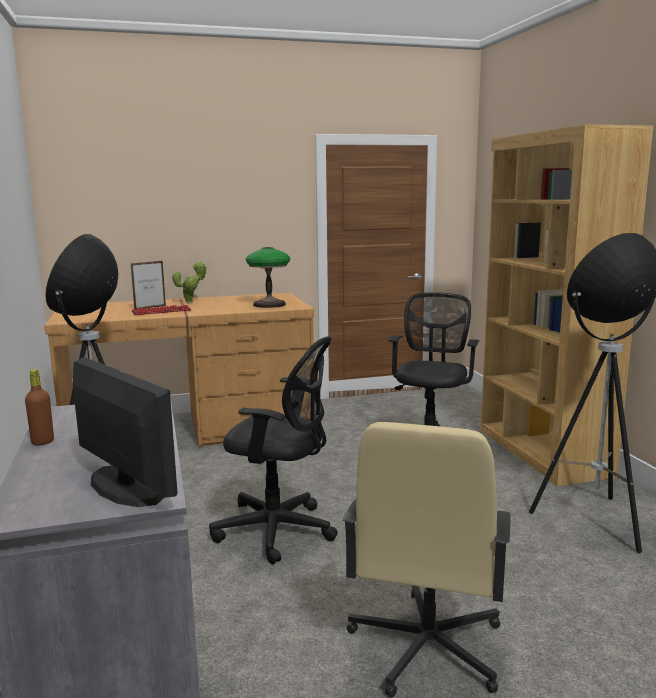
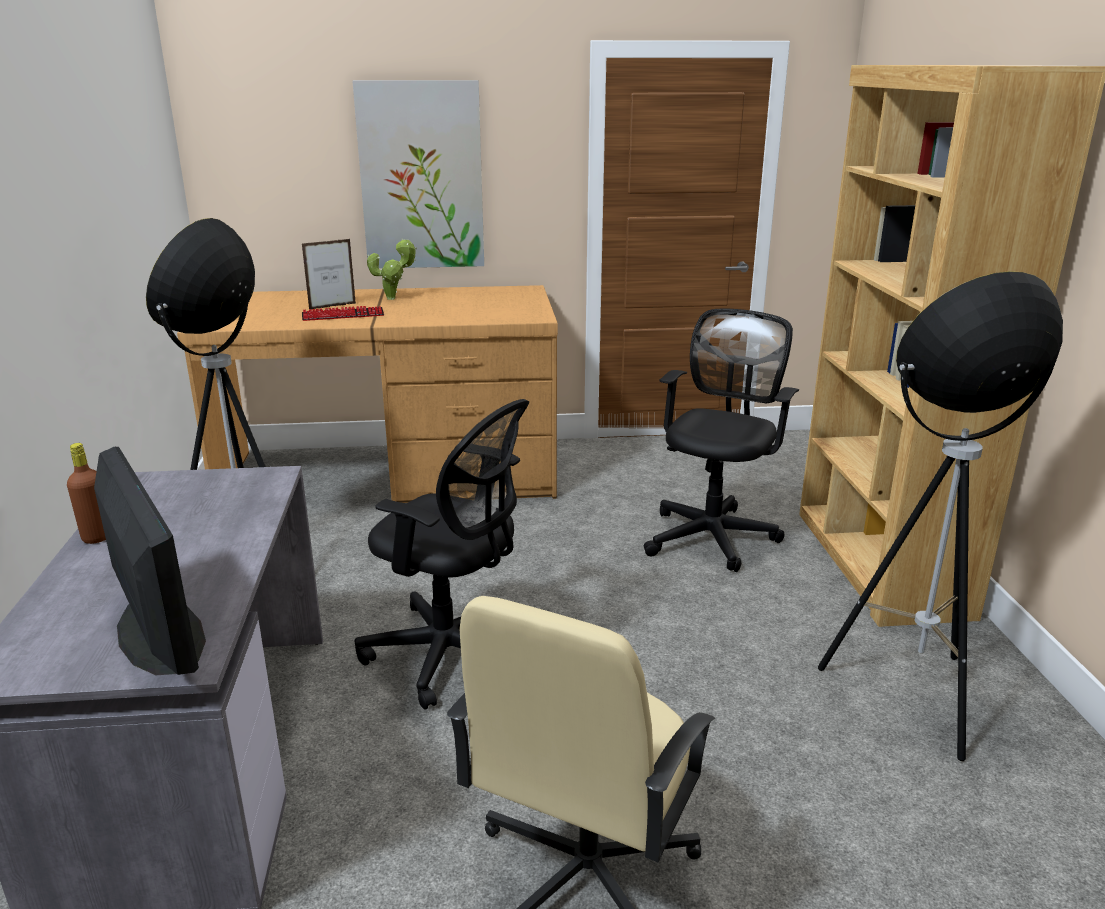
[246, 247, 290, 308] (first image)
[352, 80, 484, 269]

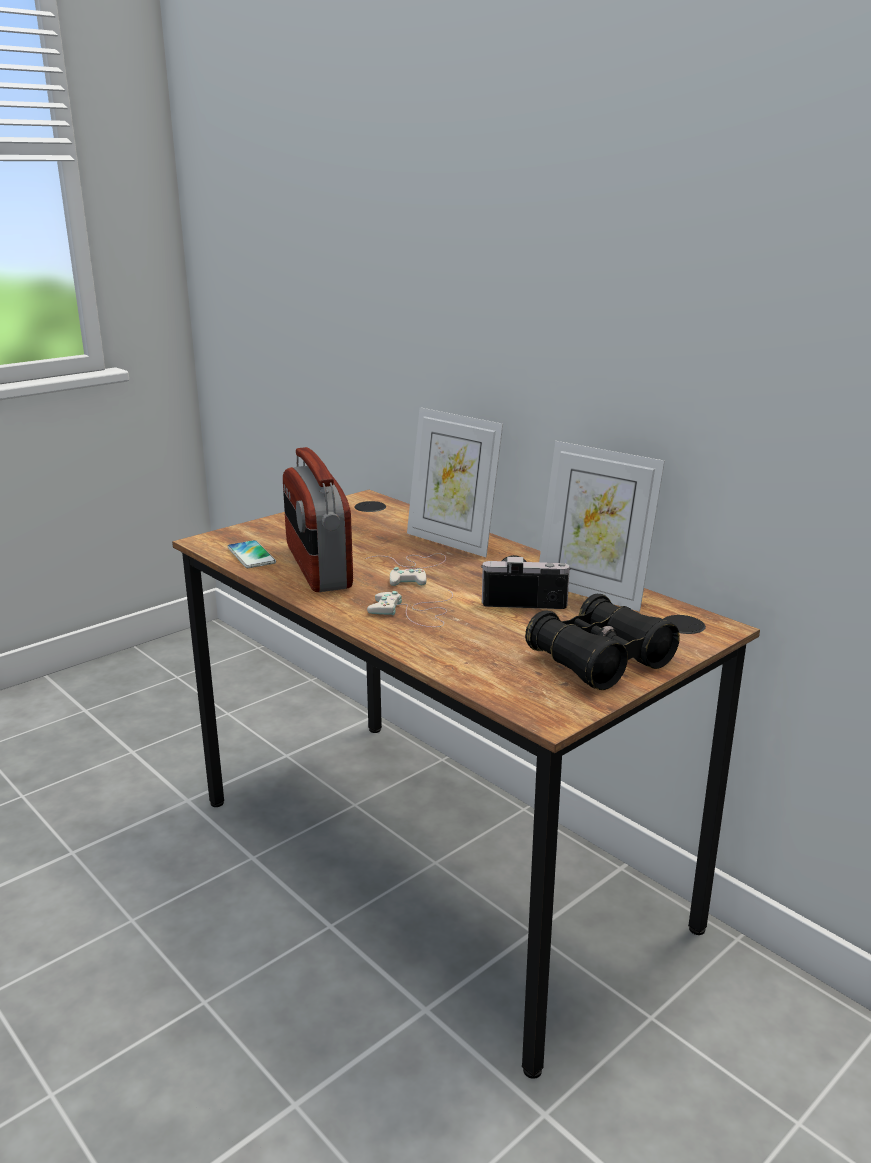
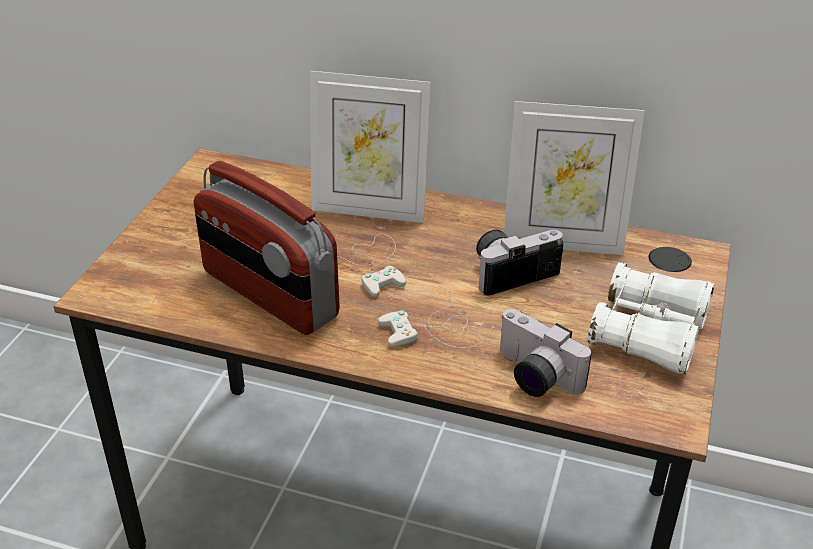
[227, 540, 276, 568] (first image)
[588, 262, 714, 374]
[500, 309, 592, 397]

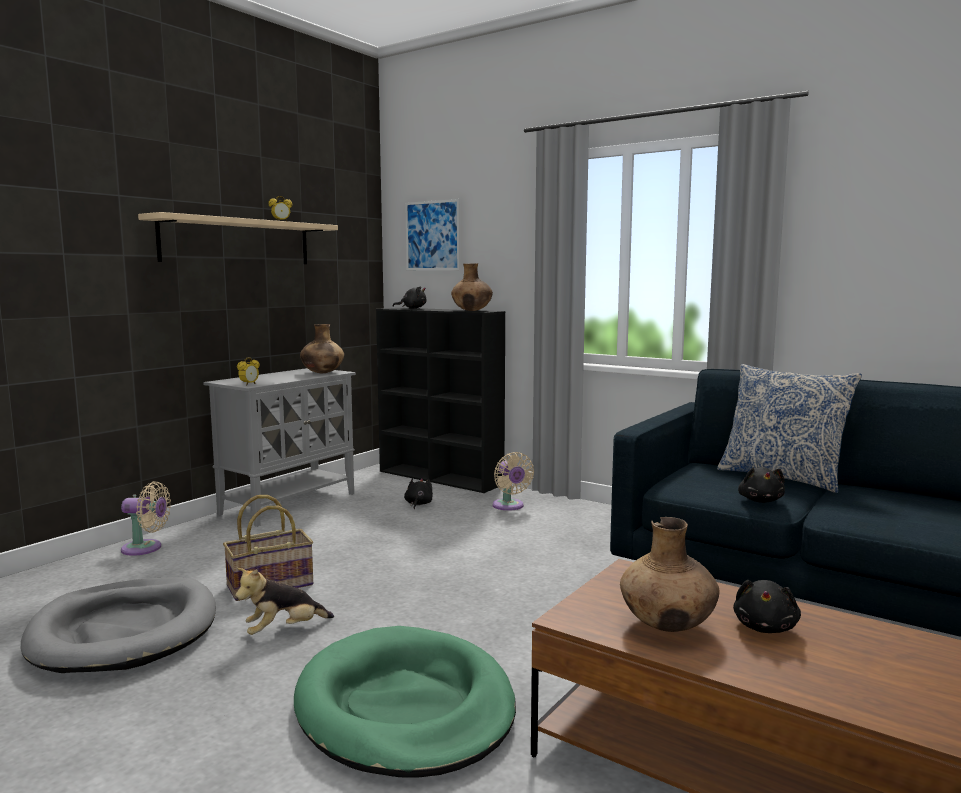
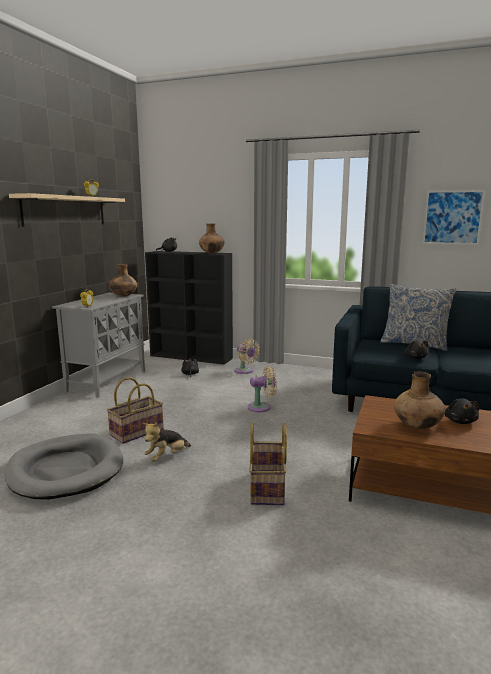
[423, 190, 485, 245]
[248, 366, 277, 412]
[249, 422, 287, 505]

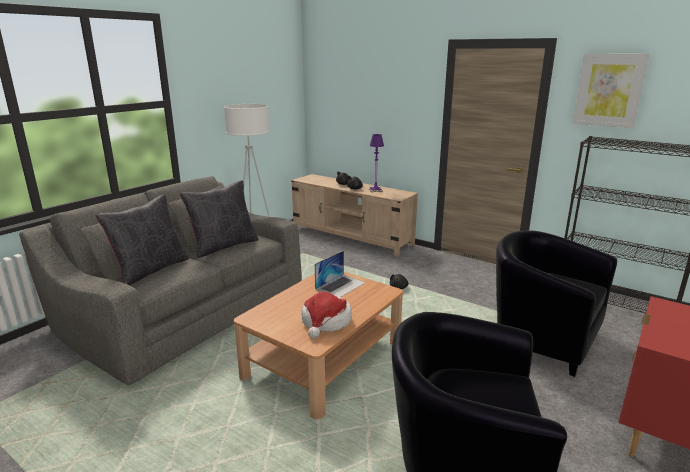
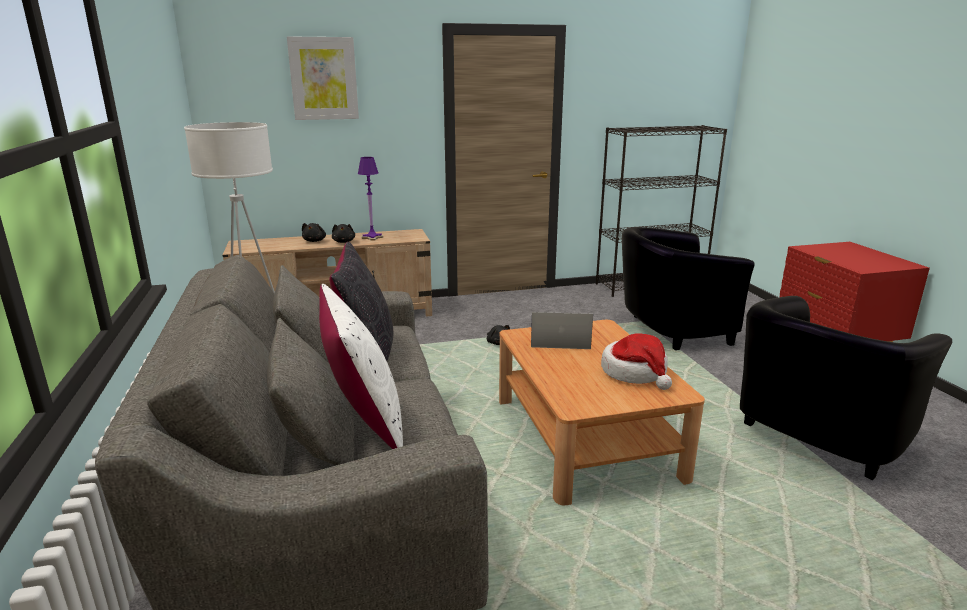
[287, 36, 359, 120]
[319, 284, 403, 449]
[531, 312, 593, 349]

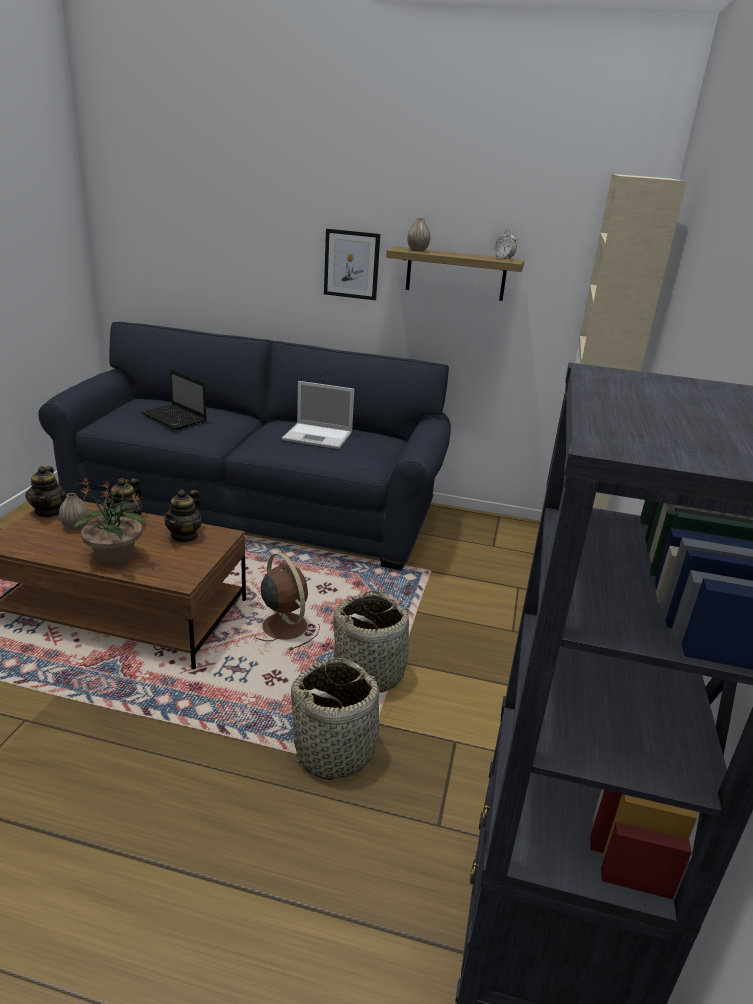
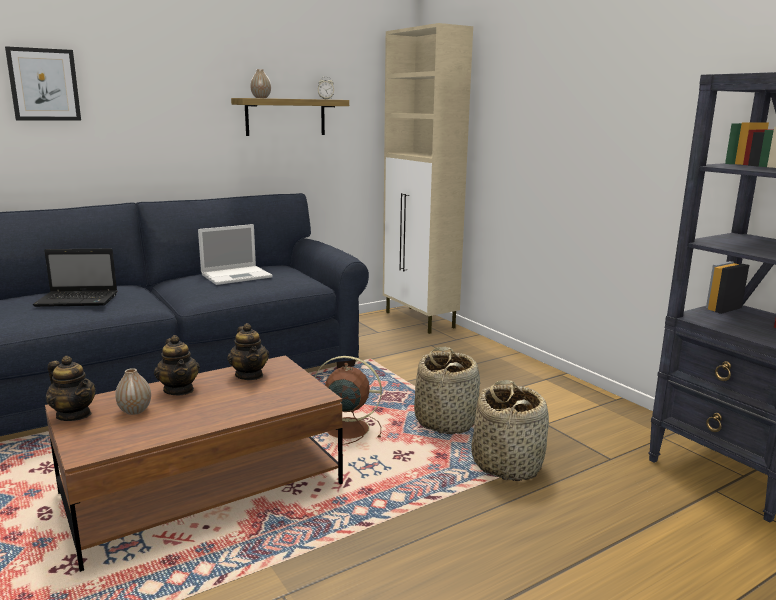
[5, 46, 81, 120]
[74, 477, 149, 567] (first image)

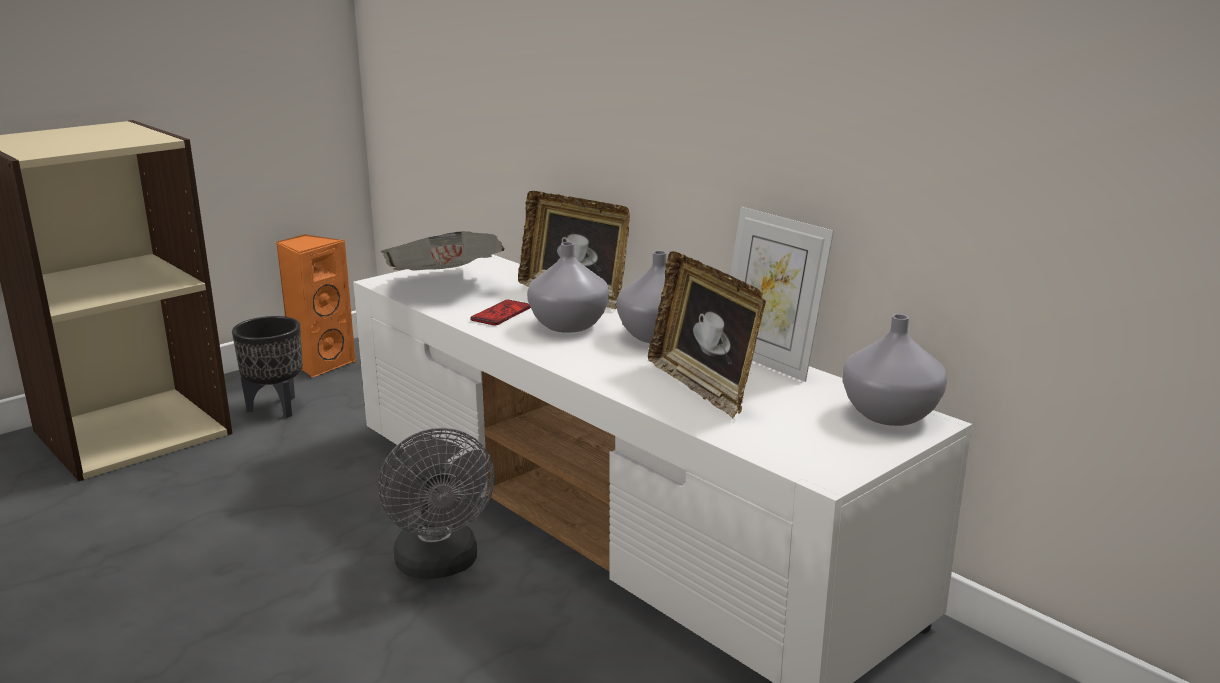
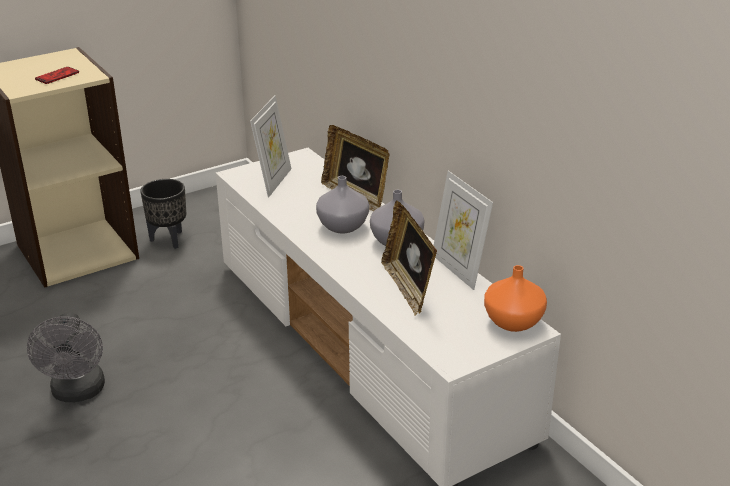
[250, 95, 291, 198]
[276, 234, 356, 378] (first image)
[35, 67, 79, 84]
[484, 265, 547, 332]
[27, 312, 105, 402]

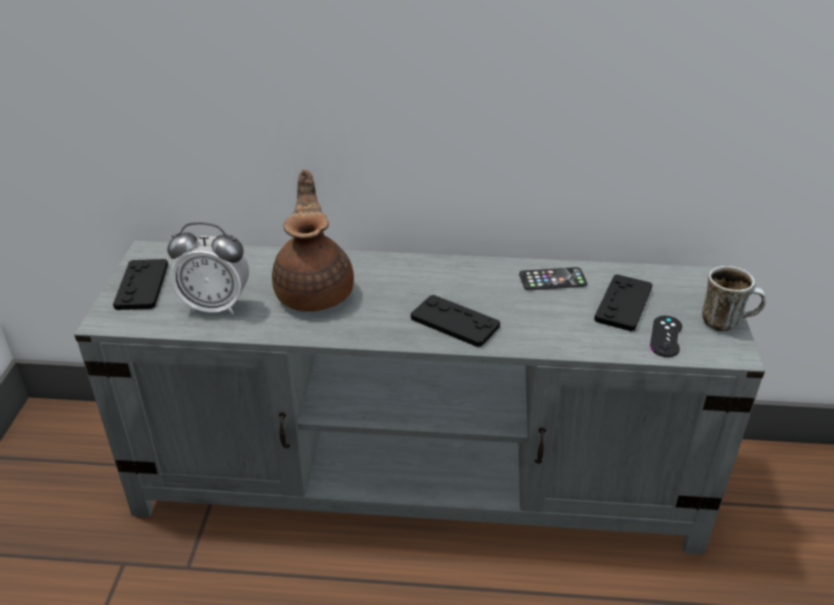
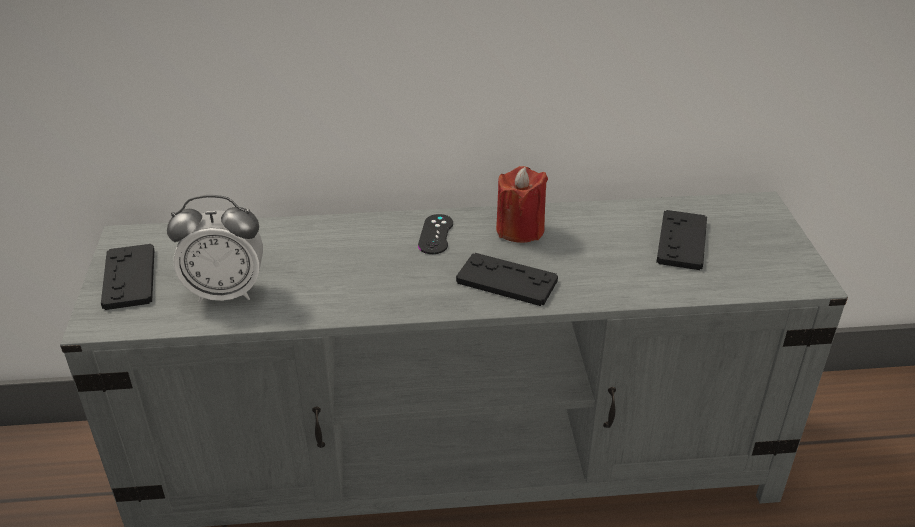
[272, 170, 354, 312] (first image)
[702, 266, 766, 331] (first image)
[519, 267, 587, 290] (first image)
[418, 214, 453, 254]
[496, 166, 548, 243]

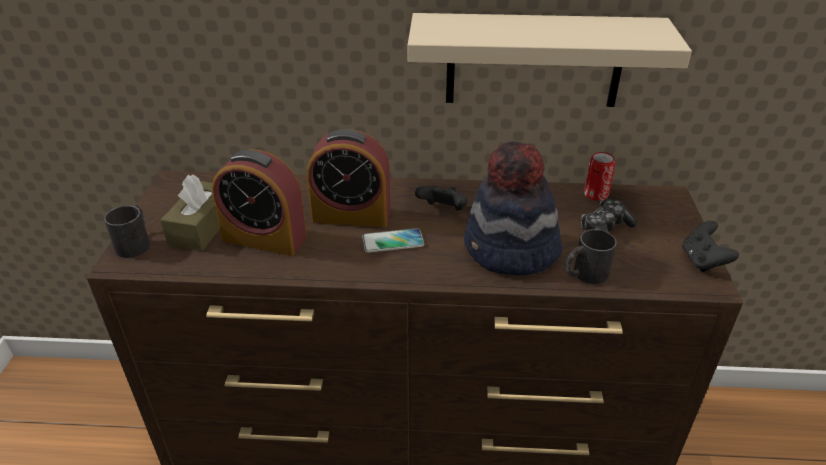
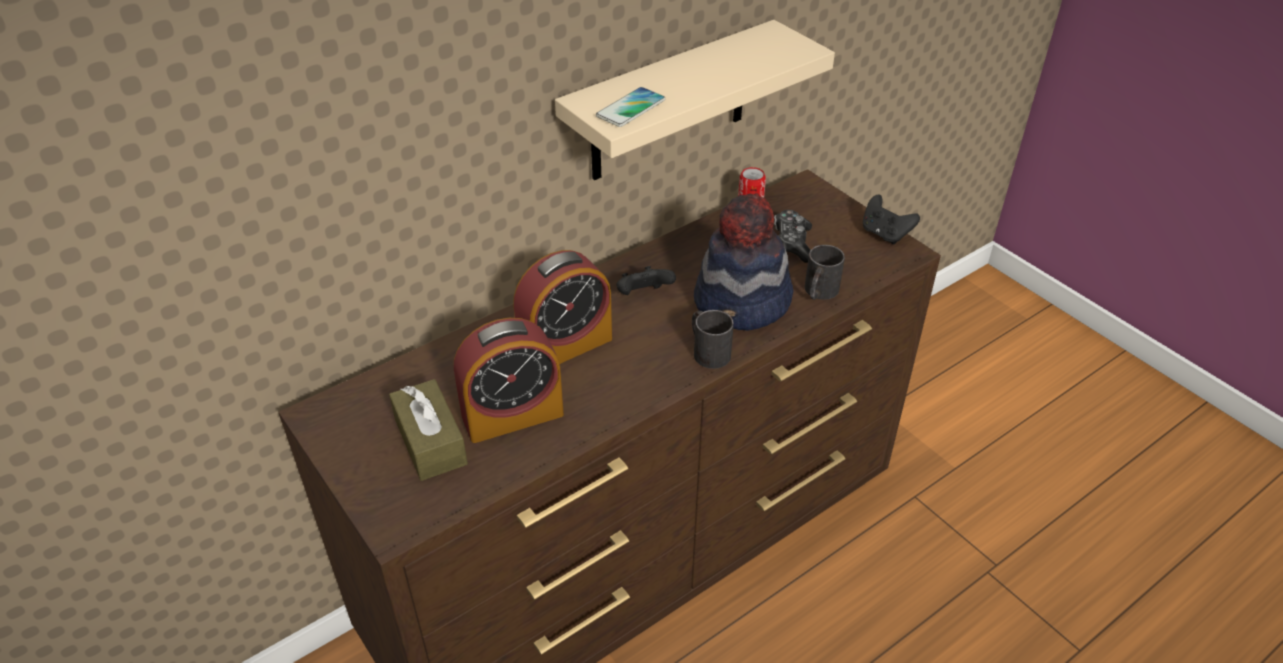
[692, 310, 734, 369]
[596, 87, 665, 127]

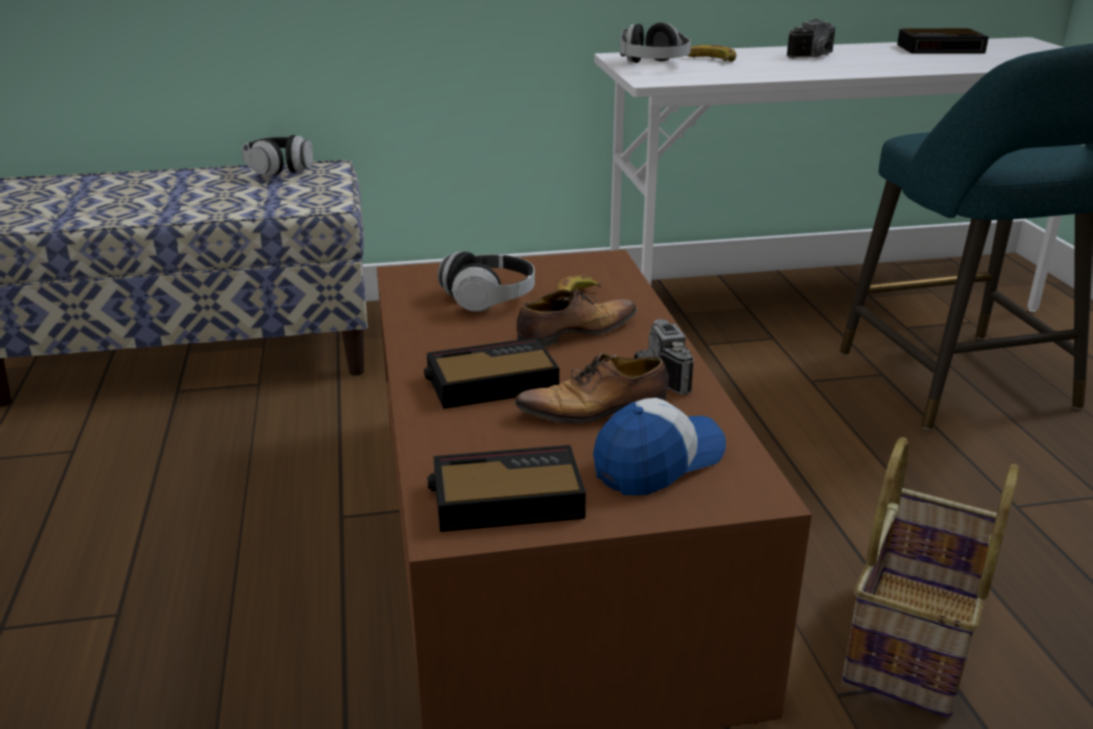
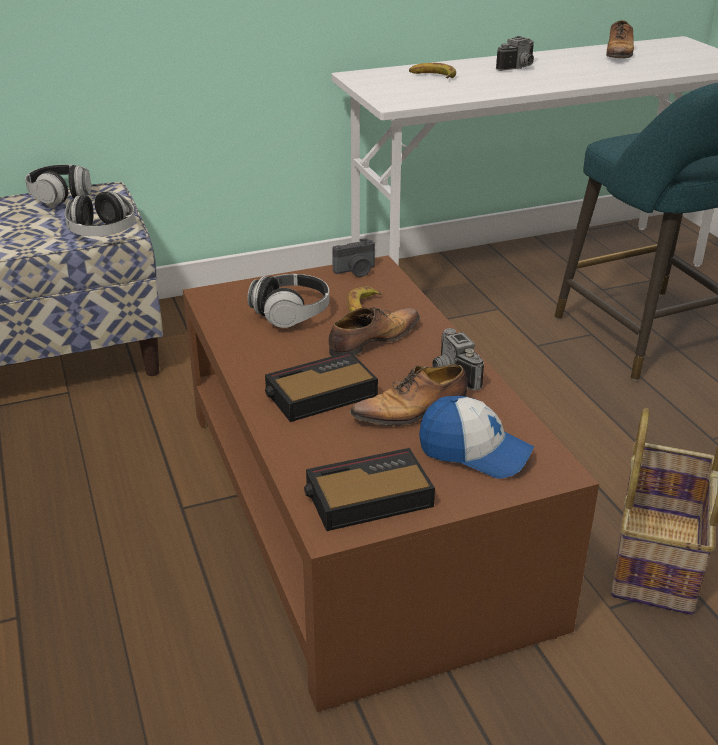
[65, 191, 135, 236]
[606, 20, 634, 58]
[419, 396, 534, 479]
[332, 238, 375, 277]

